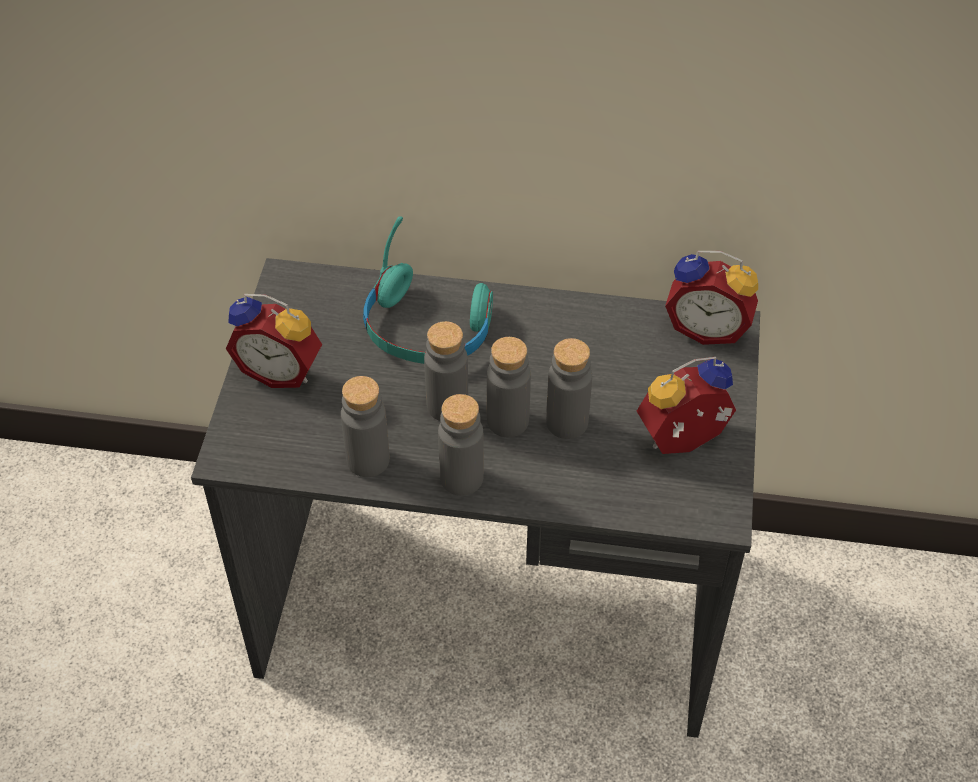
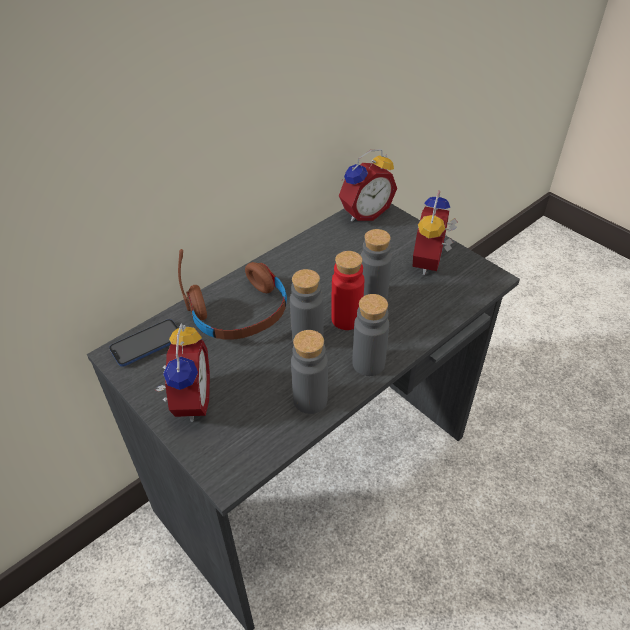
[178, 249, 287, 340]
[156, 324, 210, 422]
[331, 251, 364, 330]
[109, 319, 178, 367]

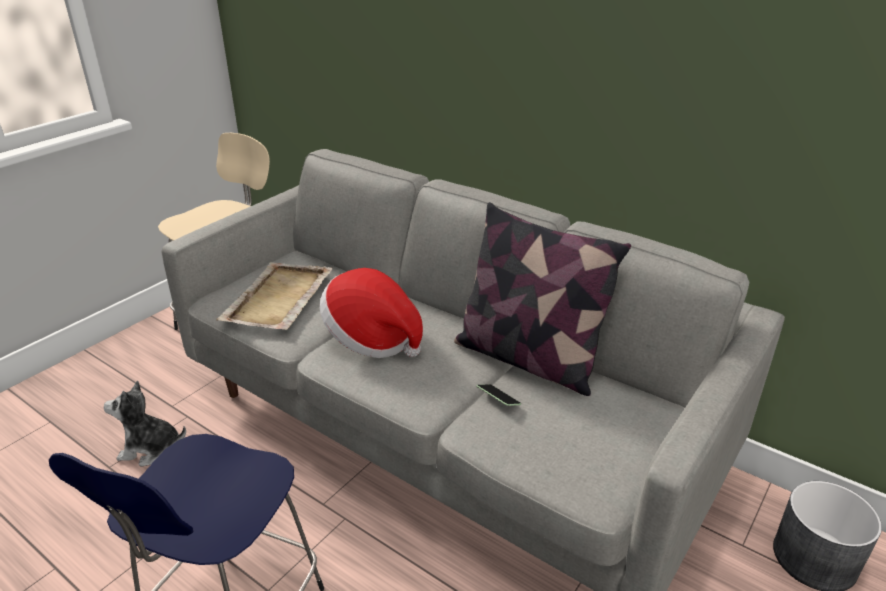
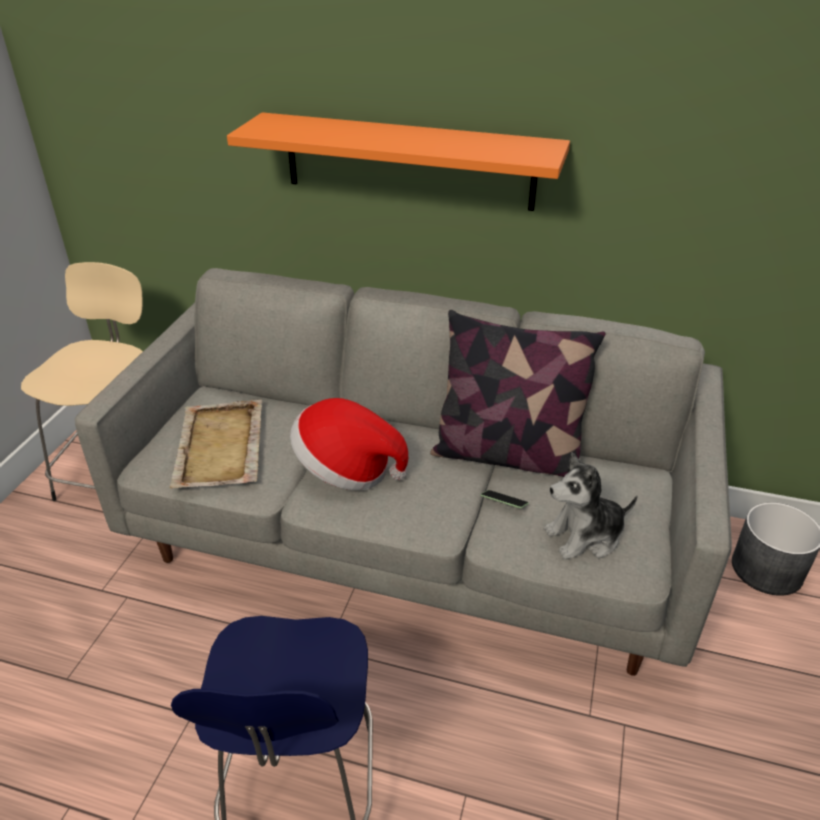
[544, 452, 638, 560]
[227, 112, 570, 211]

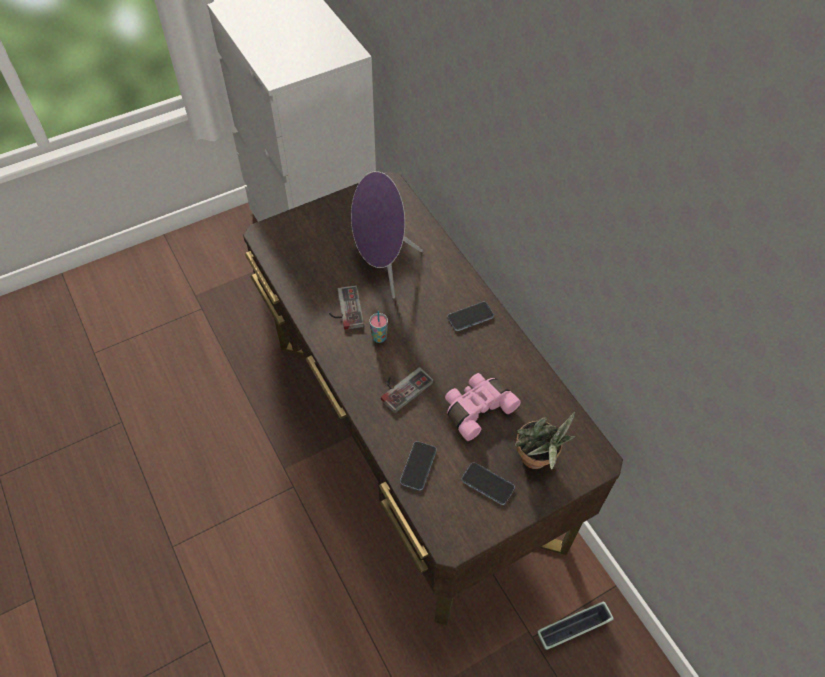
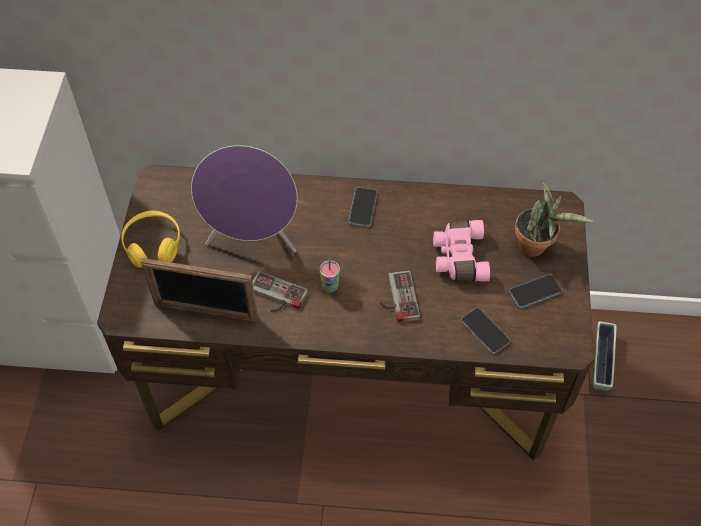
[121, 211, 180, 268]
[141, 258, 258, 321]

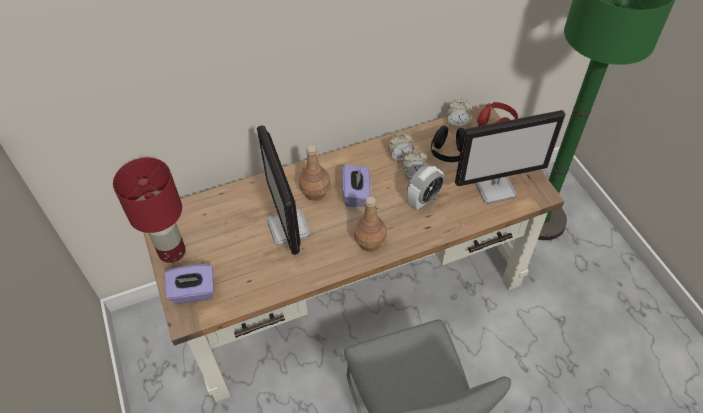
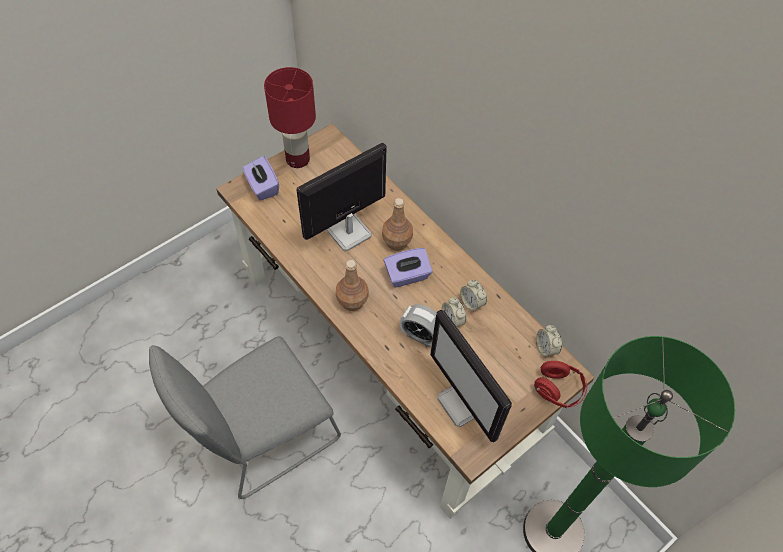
[431, 125, 465, 162] (first image)

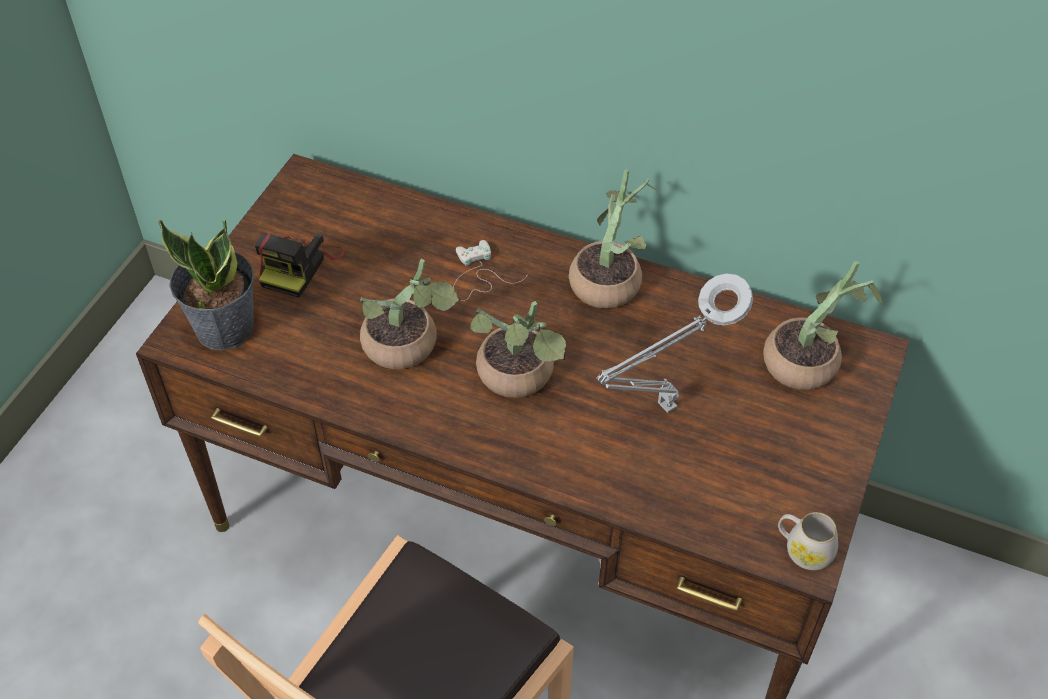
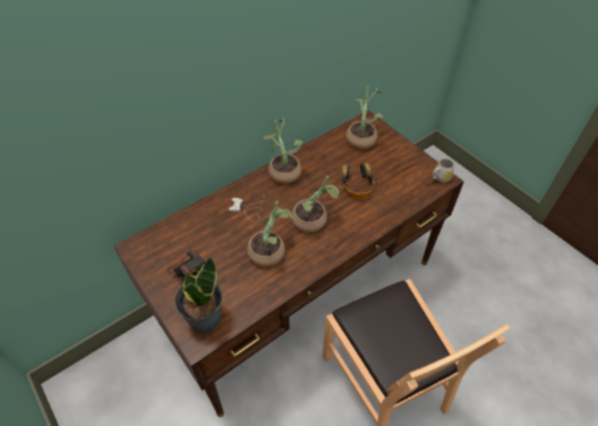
[342, 163, 374, 200]

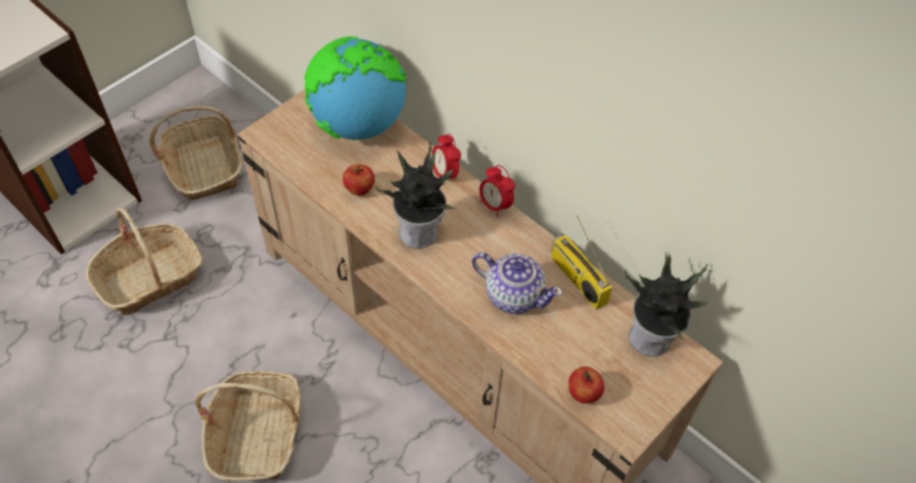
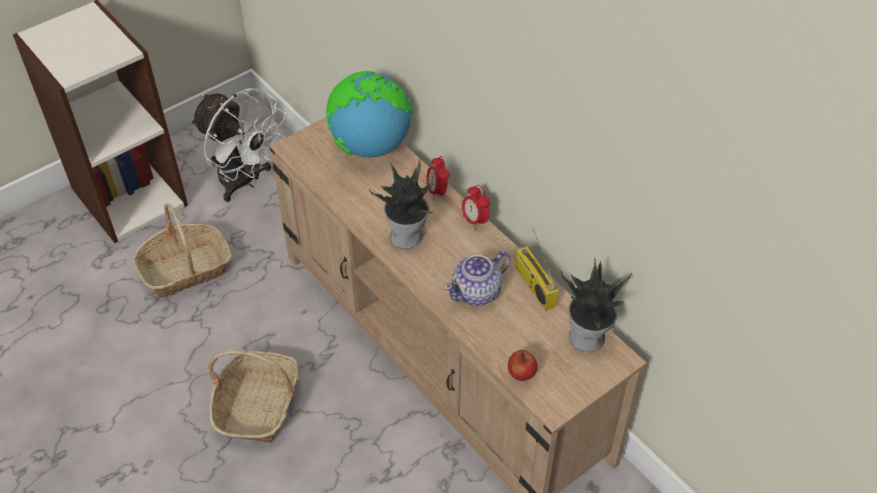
[191, 88, 287, 202]
[343, 164, 375, 196] (first image)
[443, 251, 510, 306]

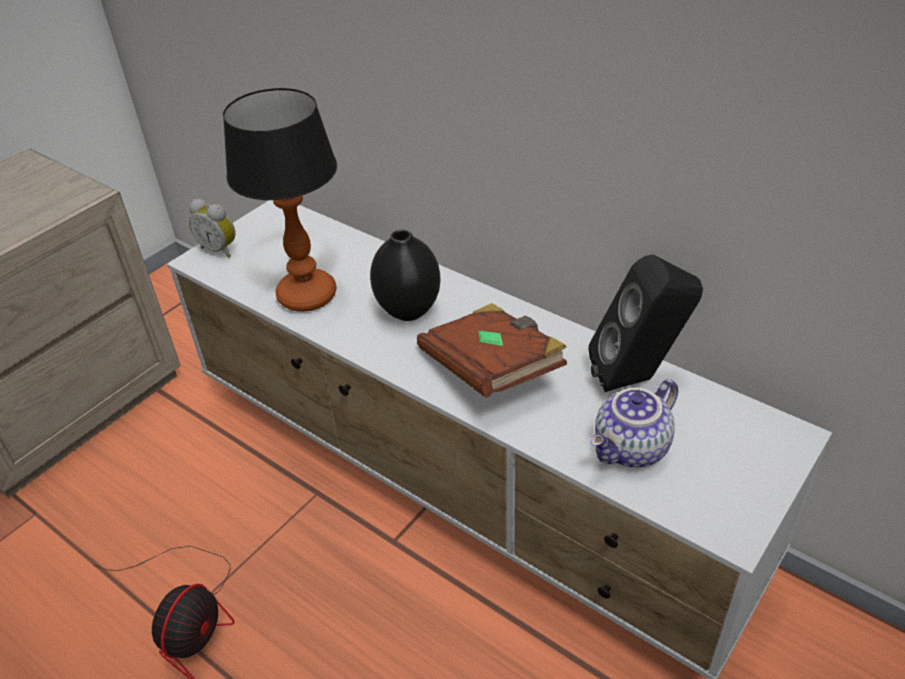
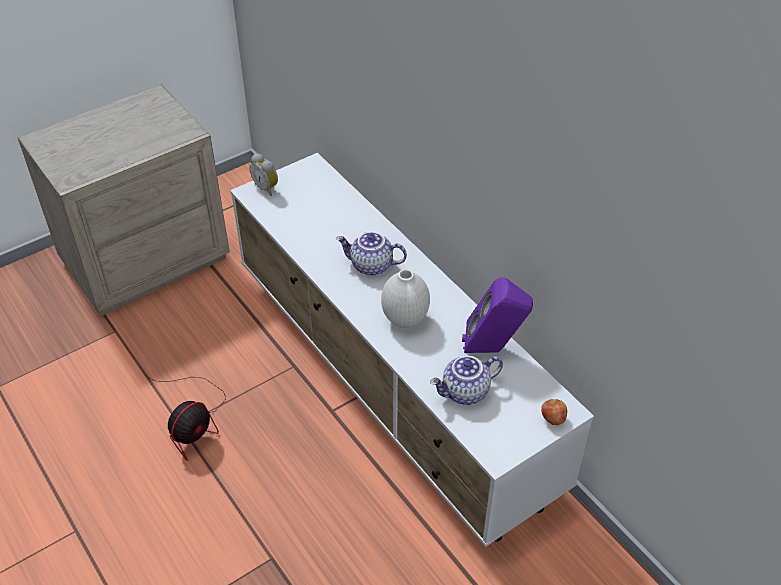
[223, 88, 337, 312] (first image)
[336, 232, 407, 276]
[462, 277, 533, 353]
[381, 269, 430, 328]
[541, 399, 567, 425]

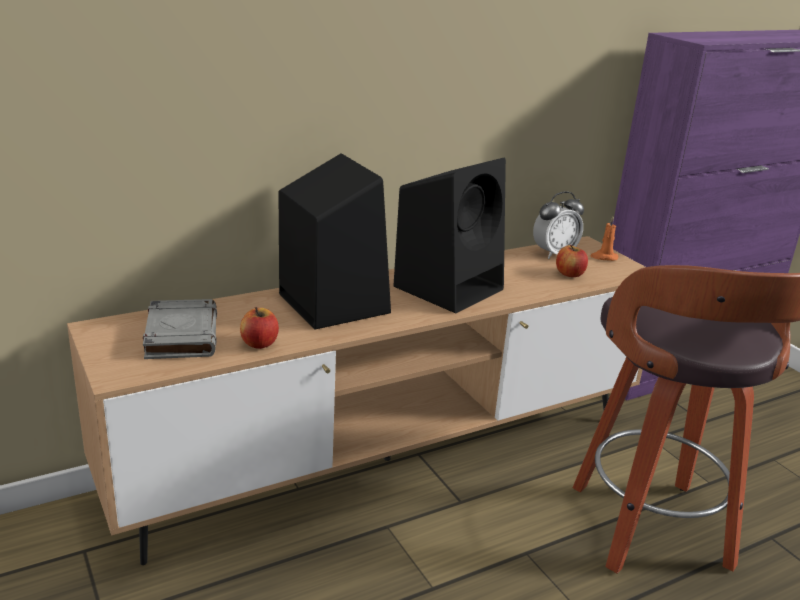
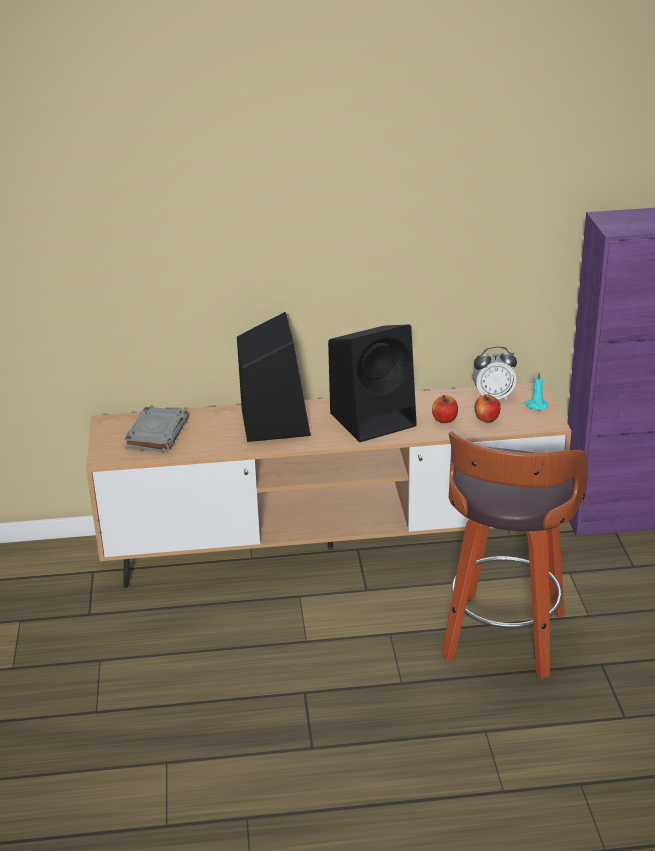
[524, 372, 548, 410]
[432, 395, 458, 423]

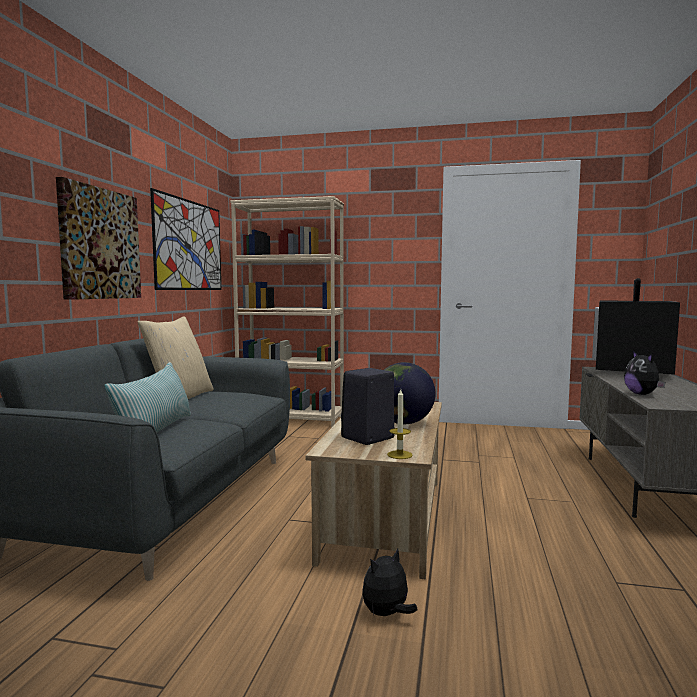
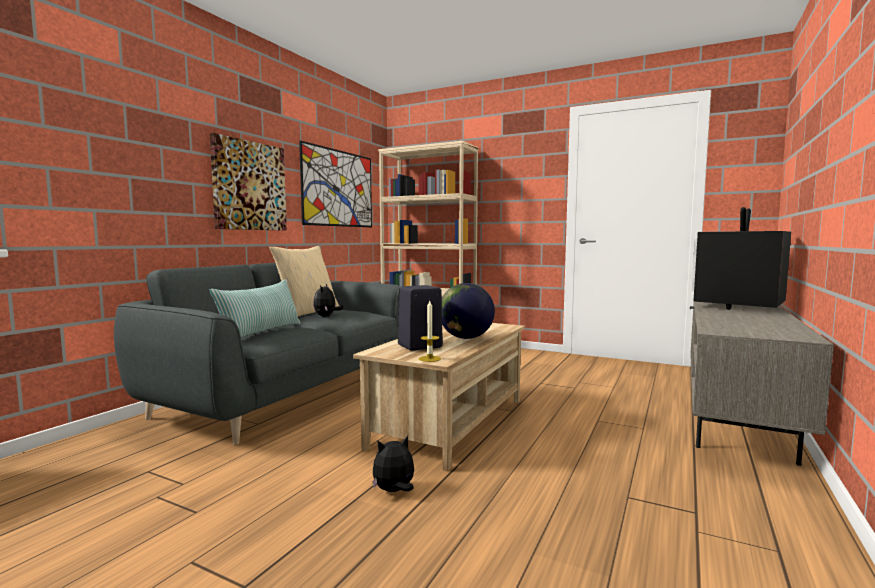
[313, 284, 343, 316]

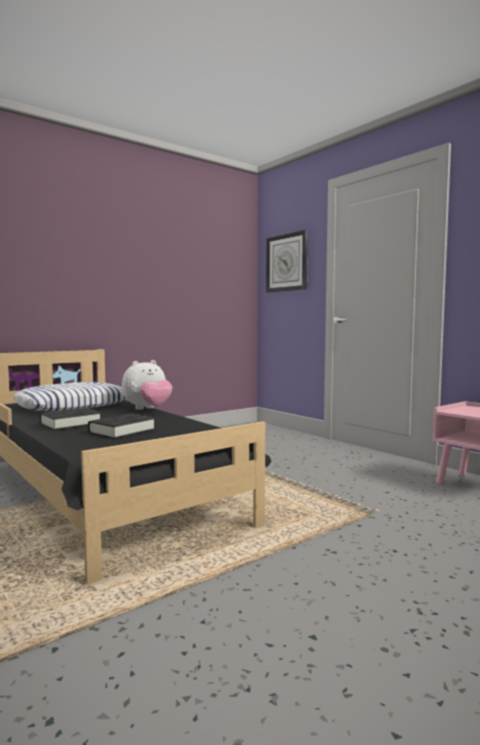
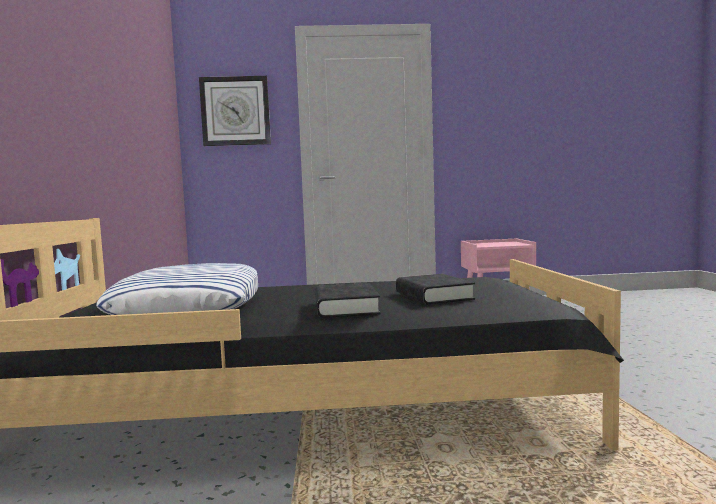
[122, 360, 172, 410] (first image)

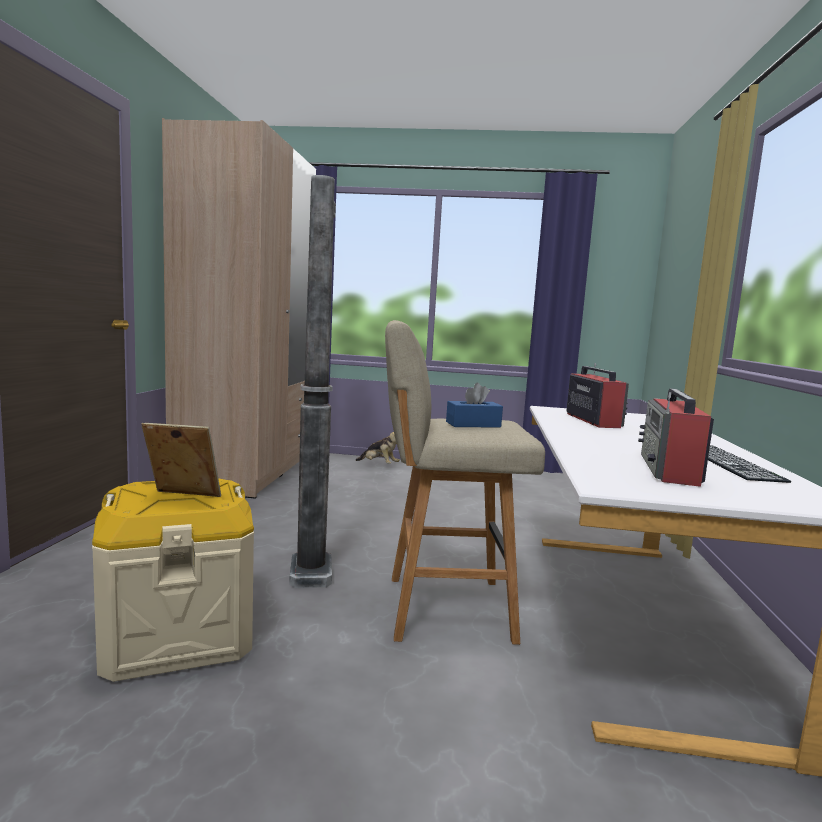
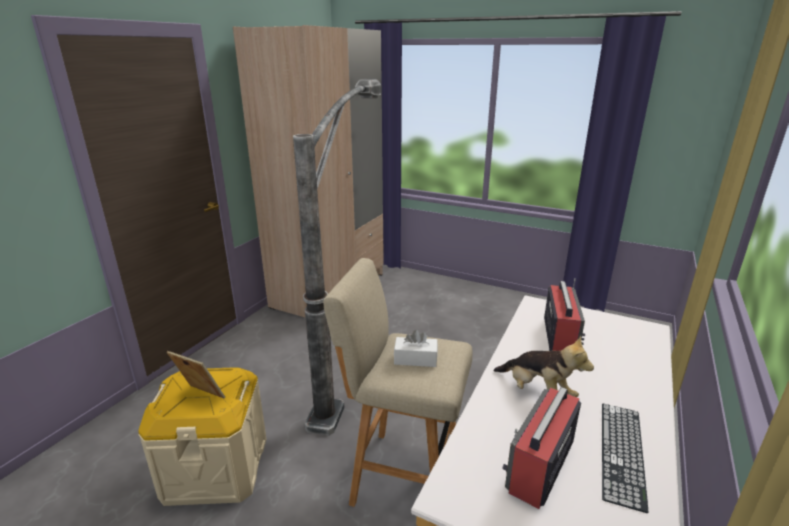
[394, 330, 438, 367]
[493, 336, 594, 397]

